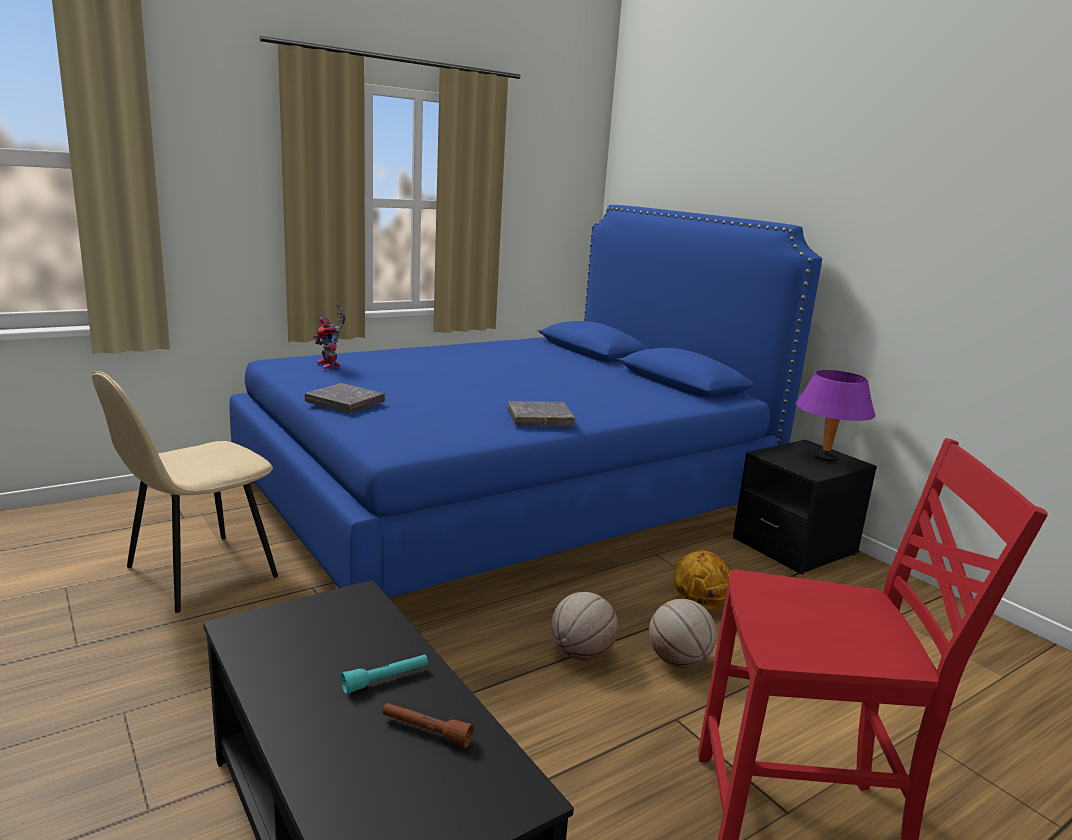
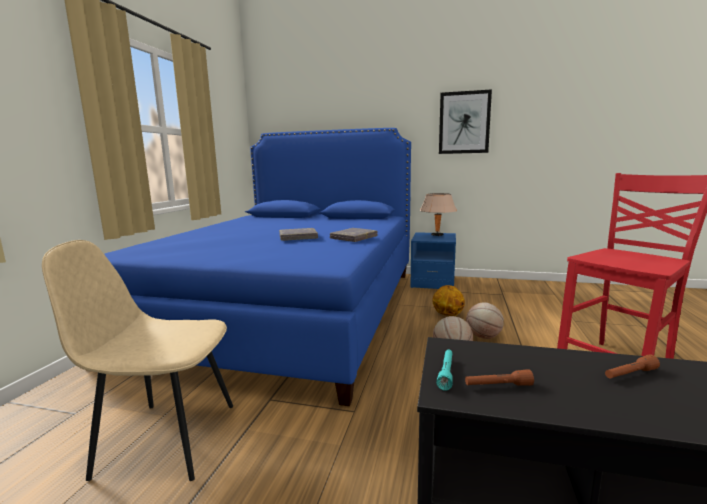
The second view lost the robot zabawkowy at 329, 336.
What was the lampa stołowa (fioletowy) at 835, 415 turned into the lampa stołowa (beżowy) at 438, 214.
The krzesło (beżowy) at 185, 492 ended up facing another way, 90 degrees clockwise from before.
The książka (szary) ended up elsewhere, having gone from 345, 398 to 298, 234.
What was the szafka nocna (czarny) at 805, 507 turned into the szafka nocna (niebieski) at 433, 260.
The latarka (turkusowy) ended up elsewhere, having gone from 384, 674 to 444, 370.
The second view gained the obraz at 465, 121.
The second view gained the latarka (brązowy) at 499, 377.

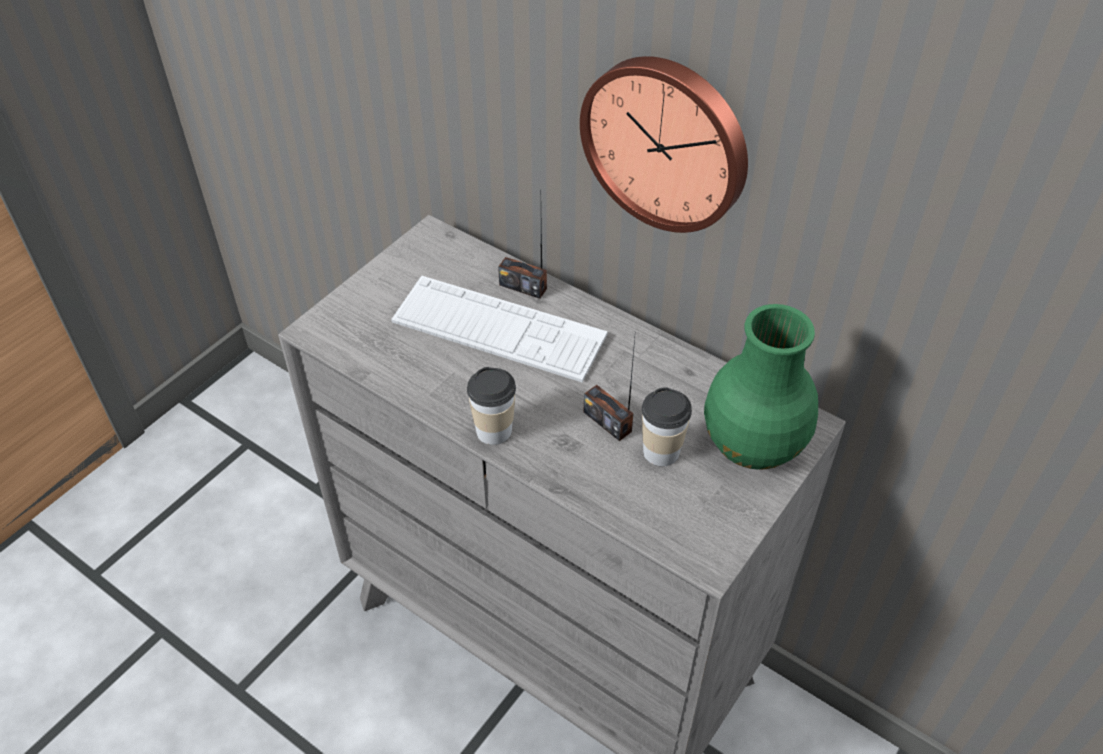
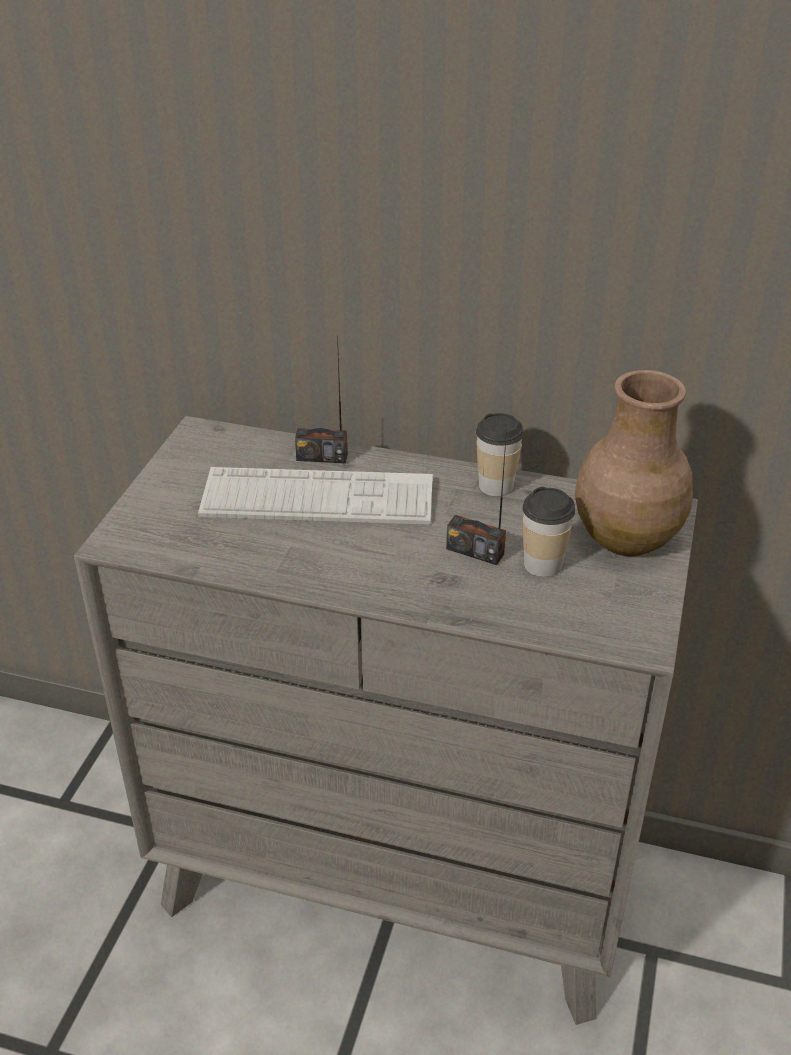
The second view lost the zegar ścienny at 664, 144.
What was the wazon (zielony) at 761, 387 turned into the wazon (brązowy) at 634, 463.
The filiżanka ended up elsewhere, having gone from 491, 406 to 500, 454.

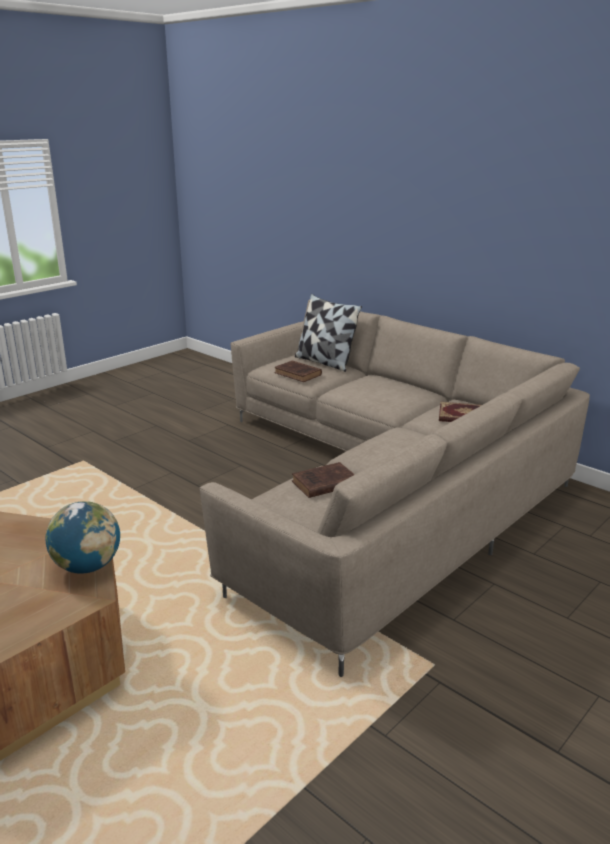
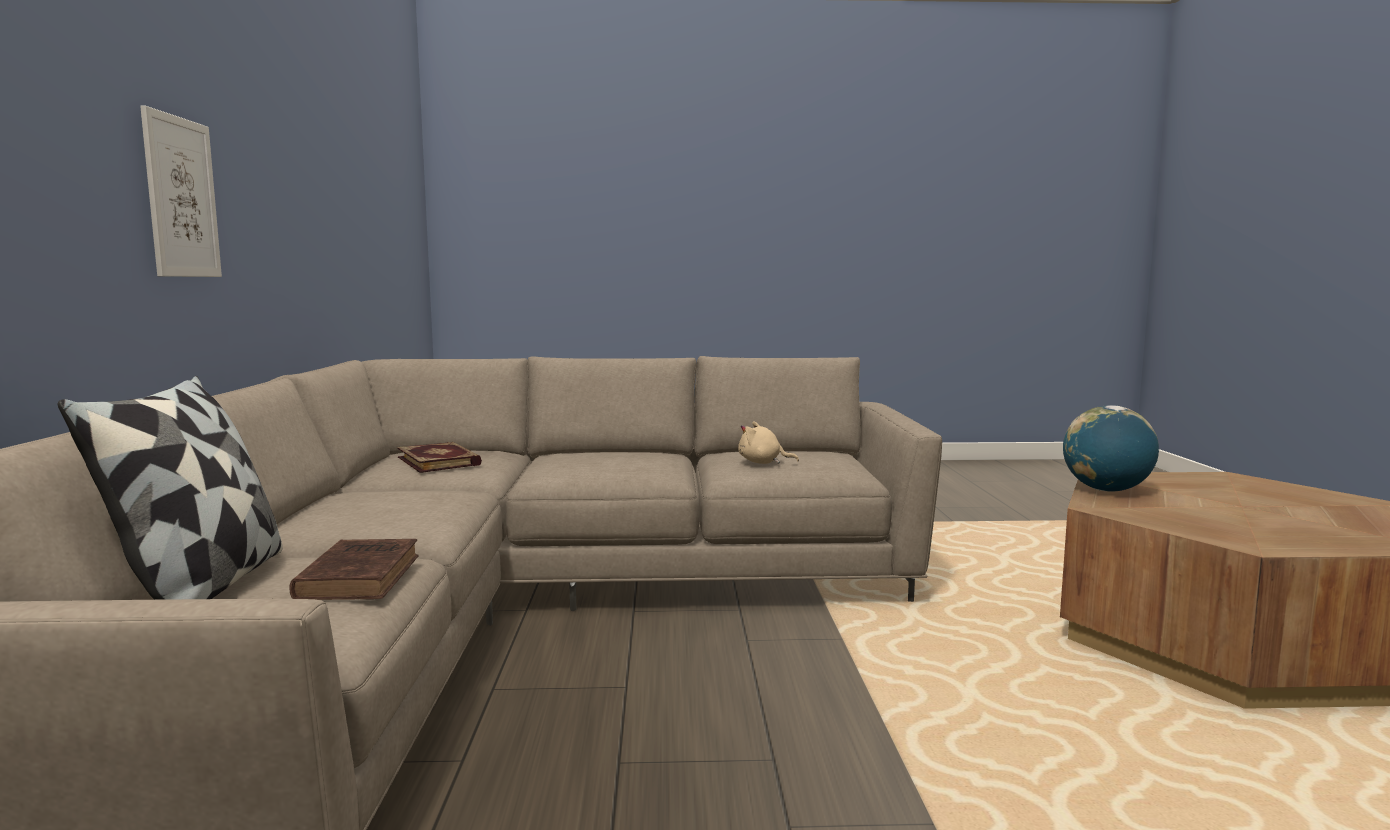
Where the książka (brązowy) stood at 323, 480, the pluszak (beżowy) came to stand at 768, 442.
The second view gained the obraz at 181, 191.

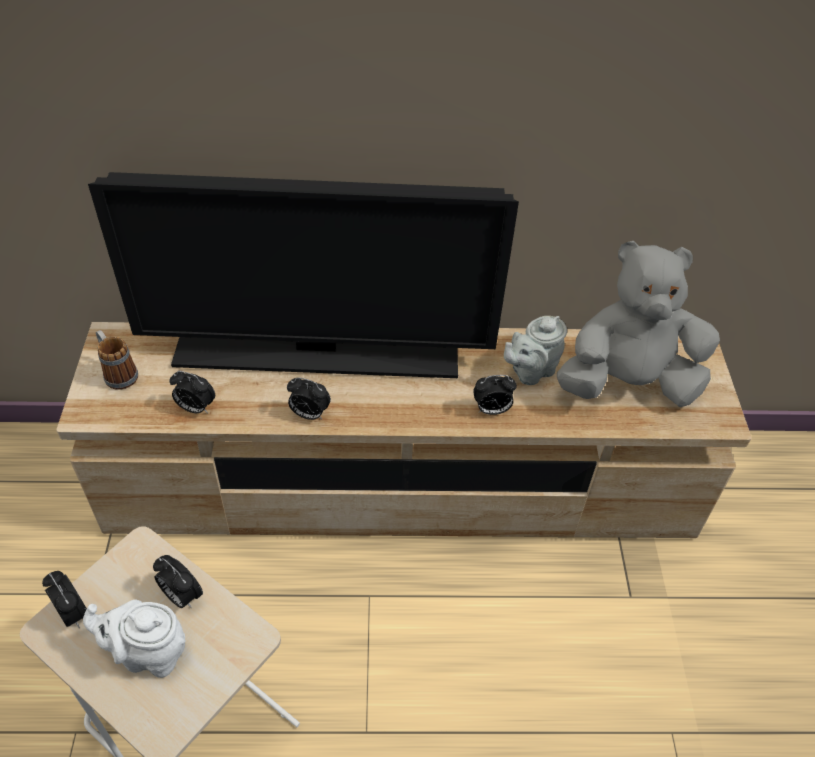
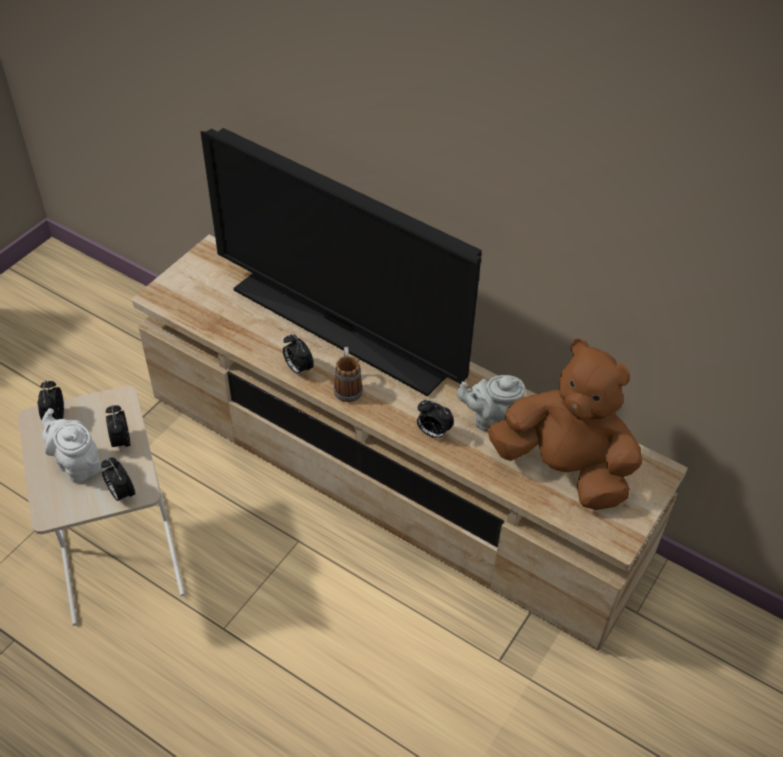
What was the pluszak (szary) at 638, 324 turned into the pluszak (brązowy) at 564, 424.
The kubek ended up elsewhere, having gone from 117, 360 to 348, 374.
The budzik ended up elsewhere, having gone from 192, 392 to 118, 480.

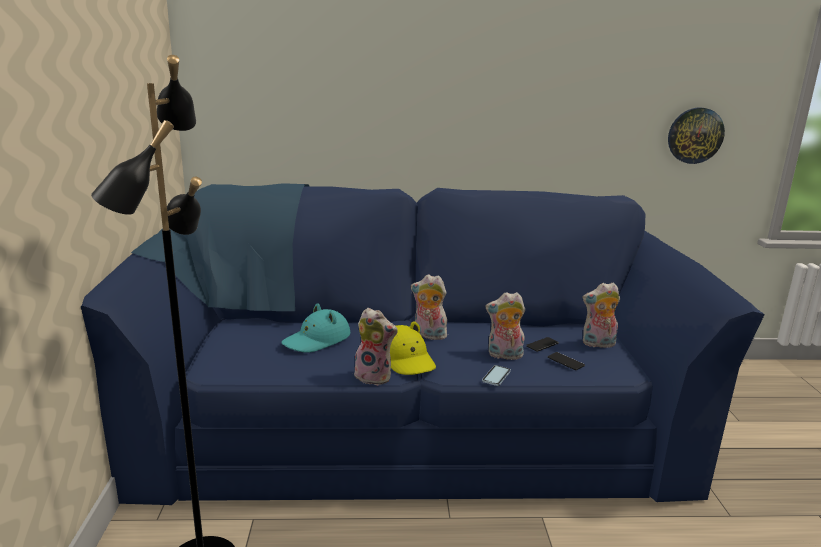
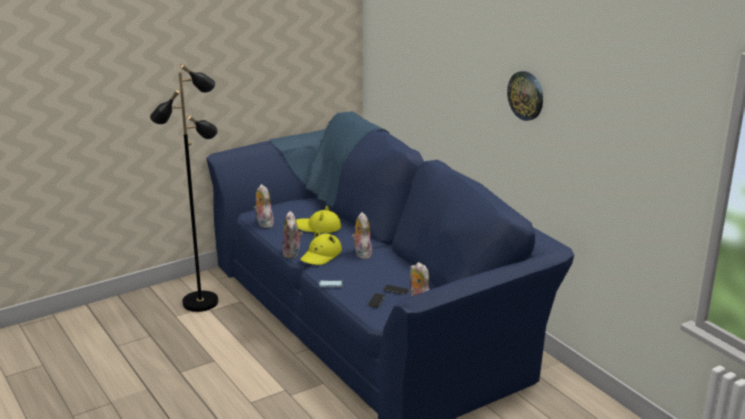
The zegar ścienny ended up elsewhere, having gone from 696, 136 to 525, 96.
The pluszak ended up elsewhere, having gone from 505, 326 to 264, 206.
What was the kapelusz (turkusowy) at 316, 328 turned into the kapelusz (żółty) at 318, 219.

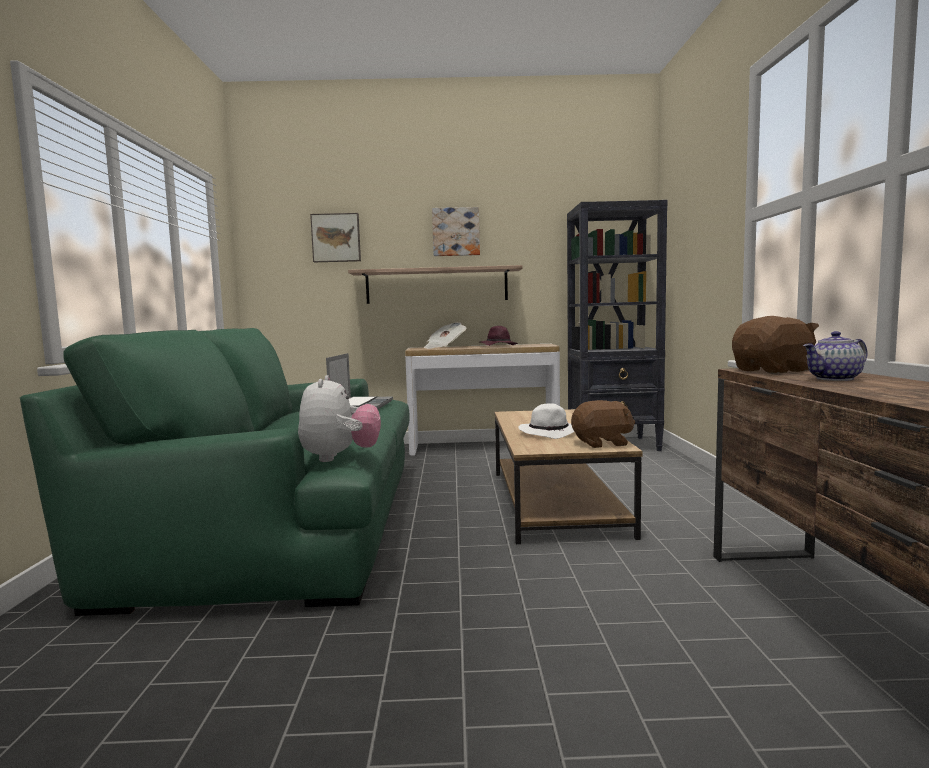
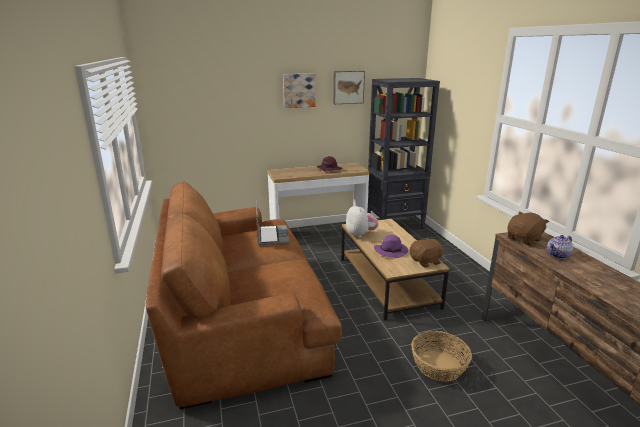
The obraz ended up elsewhere, having gone from 335, 237 to 349, 87.
The second view lost the półka at 435, 284.
The second view lost the gazeta at 445, 335.
What was the kanapa (zielony) at 215, 472 turned into the kanapa (brązowy) at 244, 295.
The pluszak ended up elsewhere, having gone from 339, 418 to 362, 221.
What was the kapelusz (biały) at 546, 421 turned into the kapelusz (fioletowy) at 391, 246.
The second view gained the koszyk at 441, 356.

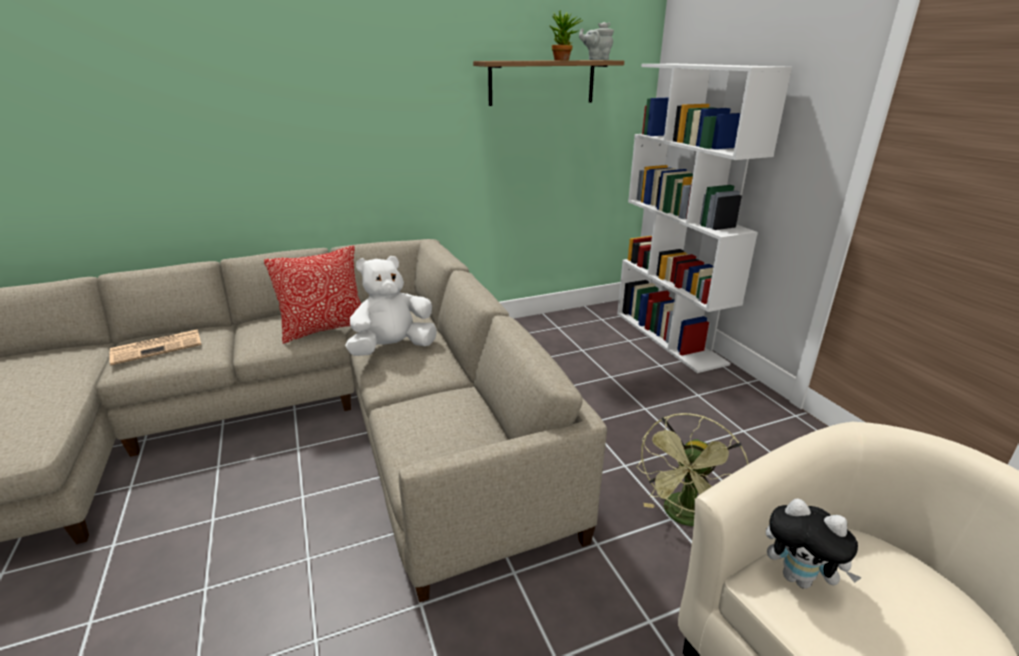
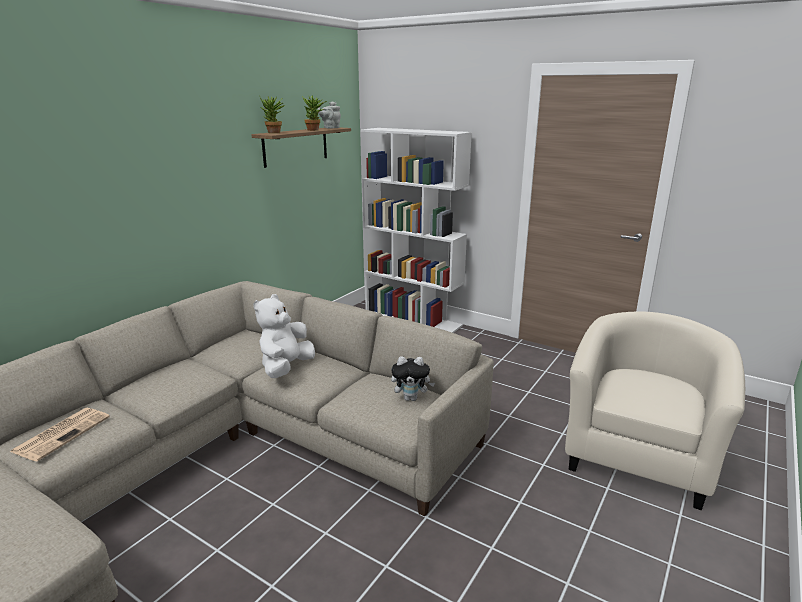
The second view lost the poduszka at 312, 295.
The second view lost the wentylator (zielony) at 692, 469.
The pluszak ended up elsewhere, having gone from 814, 543 to 413, 378.
The second view gained the roślina doniczkowa at 272, 114.

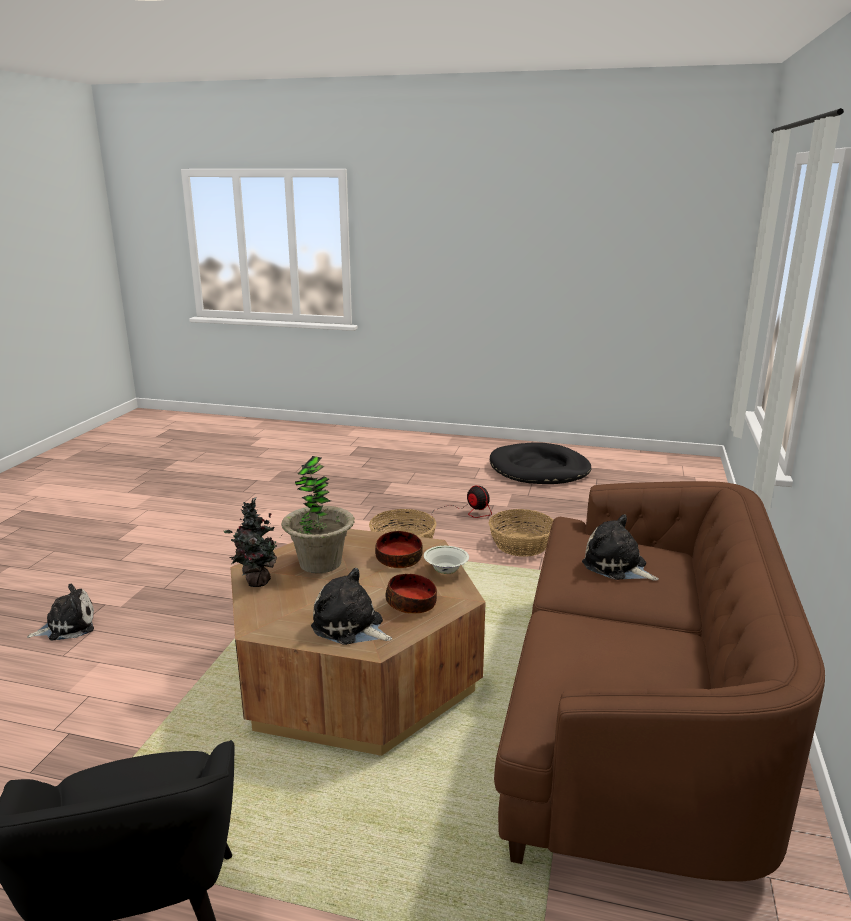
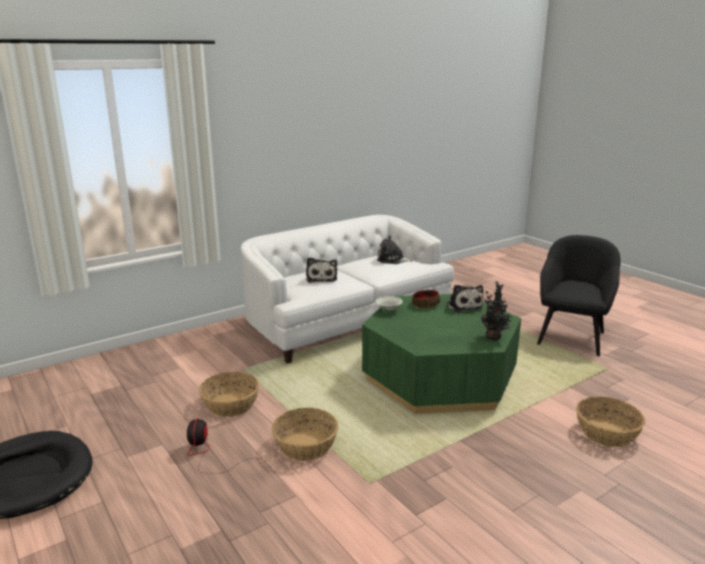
The second view lost the roślina doniczkowa at 318, 514.
What was the kanapa (brązowy) at 659, 681 turned into the kanapa (biały) at 347, 289.
What was the ława (brązowy) at 357, 642 turned into the ława (zielony) at 441, 354.
The second view lost the miska at 399, 549.
The pluszak ended up elsewhere, having gone from 60, 612 to 395, 249.
The second view gained the koszyk at 610, 421.

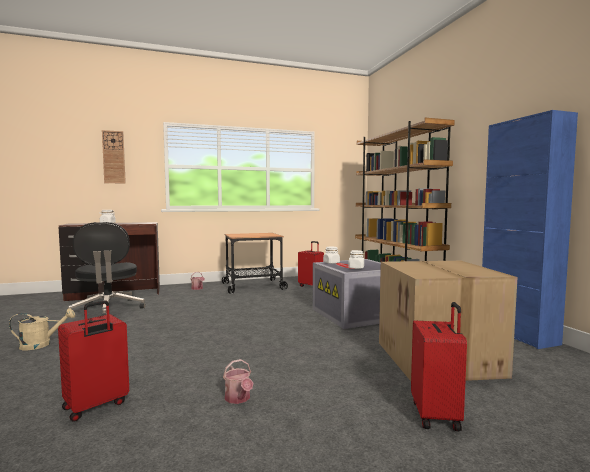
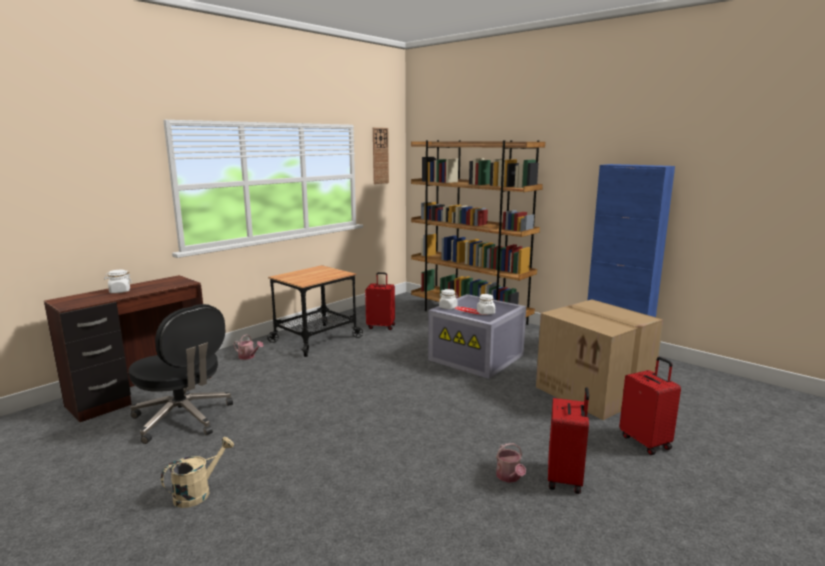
The zegar ścienny ended up elsewhere, having gone from 114, 157 to 381, 156.
The walizka (czerwony) ended up elsewhere, having gone from 93, 361 to 568, 440.
The konewka at 238, 381 ended up facing another way, 45 degrees clockwise from before.

